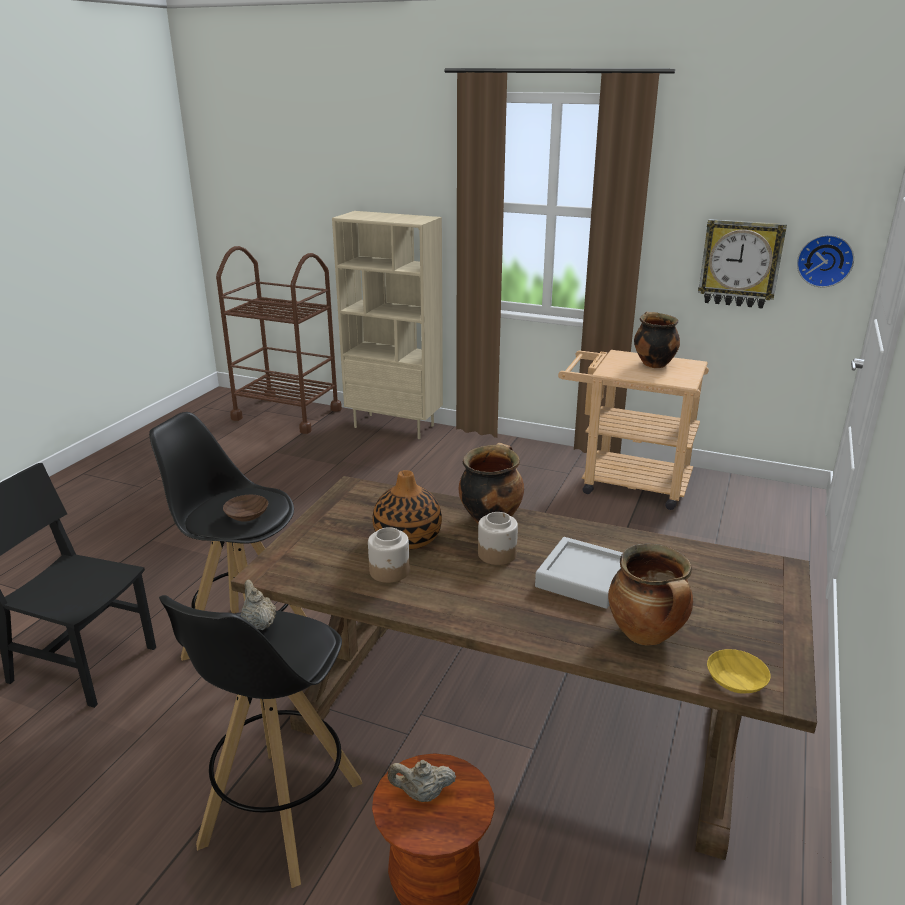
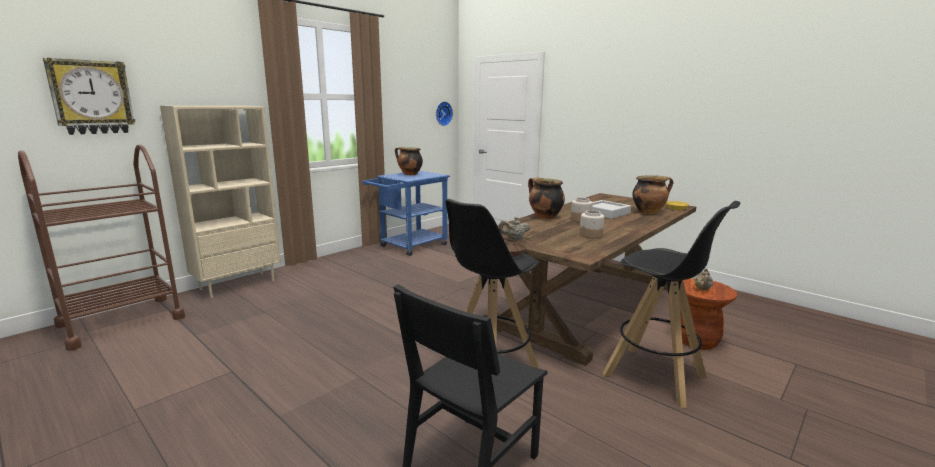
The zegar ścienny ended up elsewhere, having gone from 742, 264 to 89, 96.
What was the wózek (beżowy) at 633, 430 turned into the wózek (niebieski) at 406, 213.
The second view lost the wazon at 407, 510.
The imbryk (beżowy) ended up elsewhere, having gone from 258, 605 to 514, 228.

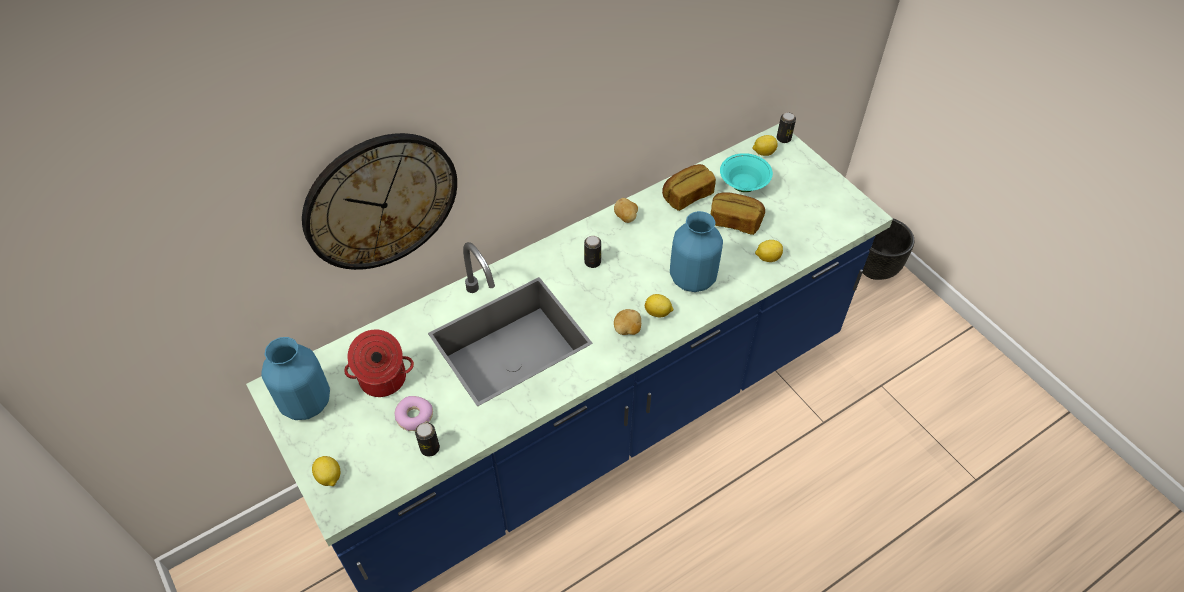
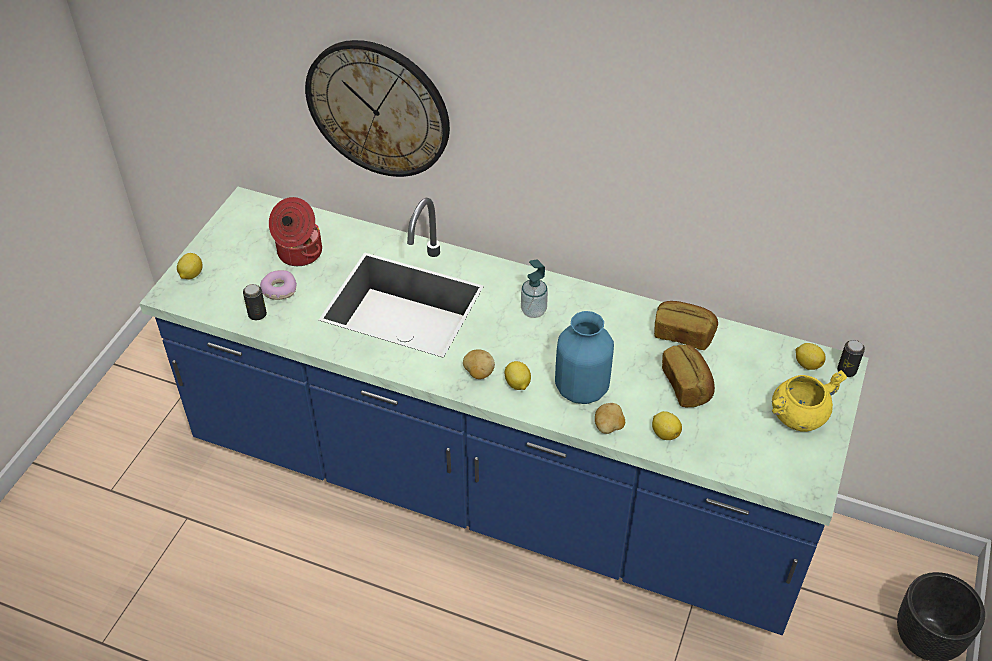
The second view lost the miska (turkusowy) at 746, 172.
The ziemniak ended up elsewhere, having gone from 626, 210 to 610, 418.
Where the puszka stood at 592, 252, the dozownik mydła came to stand at 534, 289.
The second view lost the wazon (niebieski) at 295, 378.
The second view gained the garnek (żółty) at 809, 401.

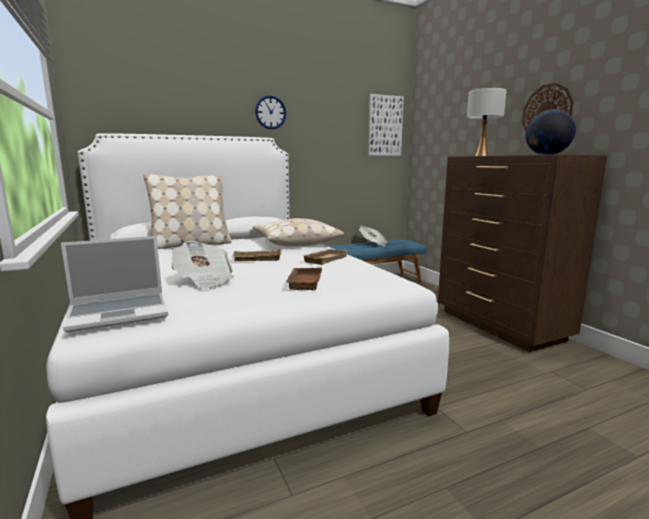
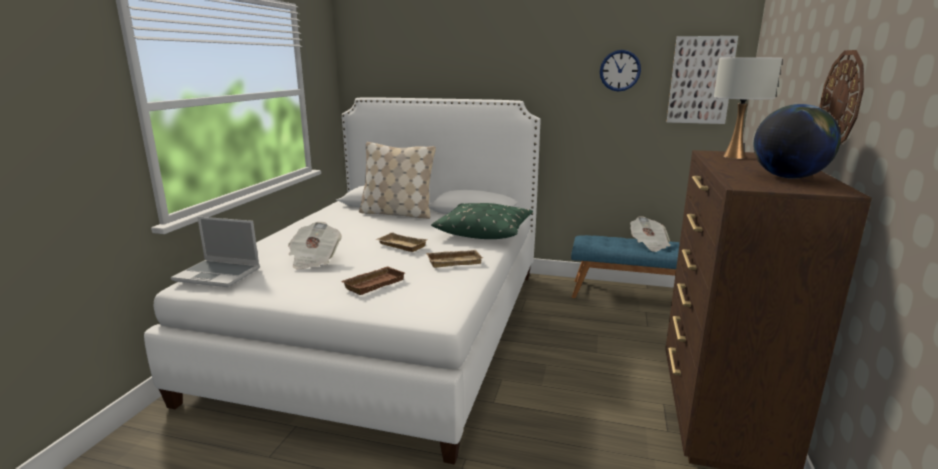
The zegar ścienny ended up elsewhere, having gone from 270, 112 to 620, 71.
What was the poduszka (beżowy) at 298, 232 turned into the poduszka (zielony) at 482, 221.

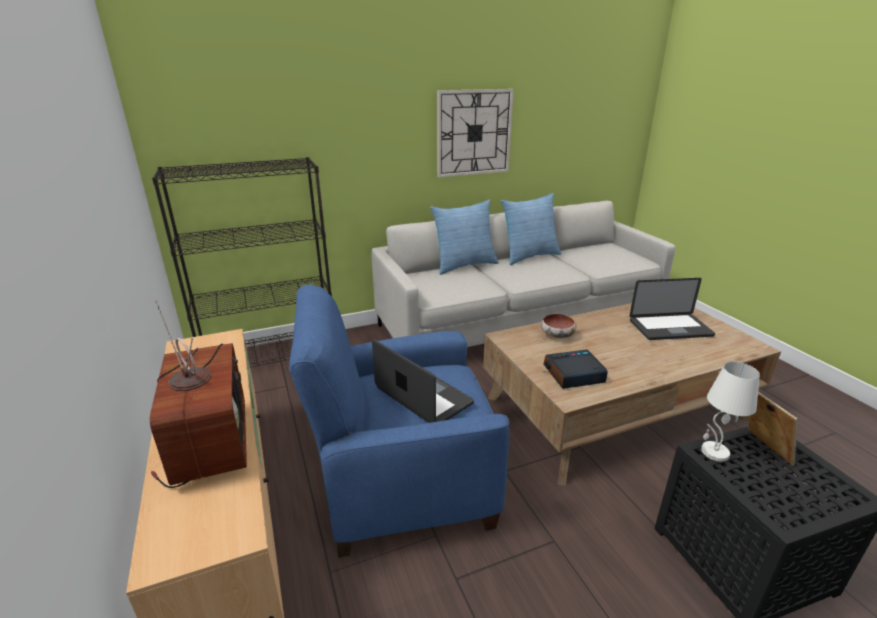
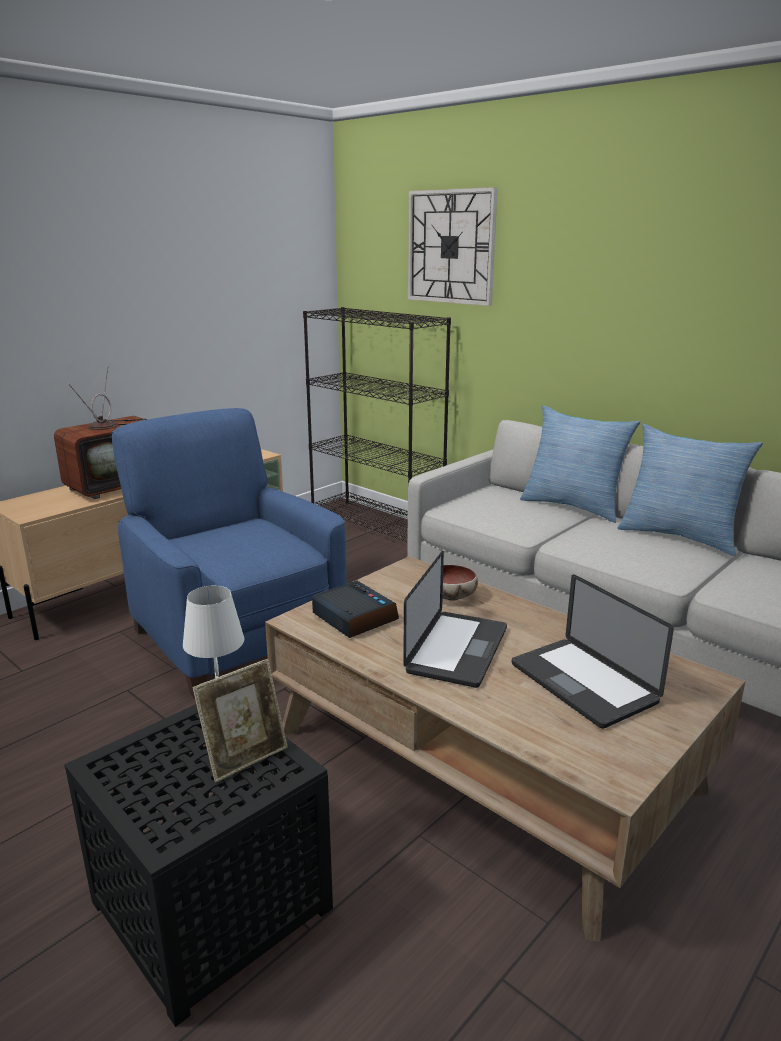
The zegar ścienny ended up elsewhere, having gone from 475, 133 to 453, 246.
The laptop ended up elsewhere, having gone from 423, 381 to 455, 619.

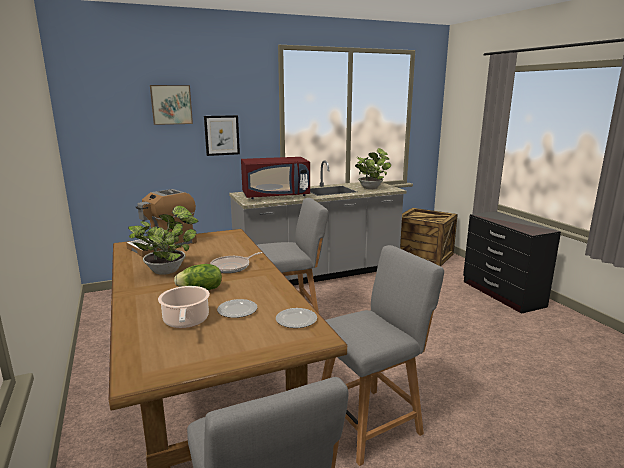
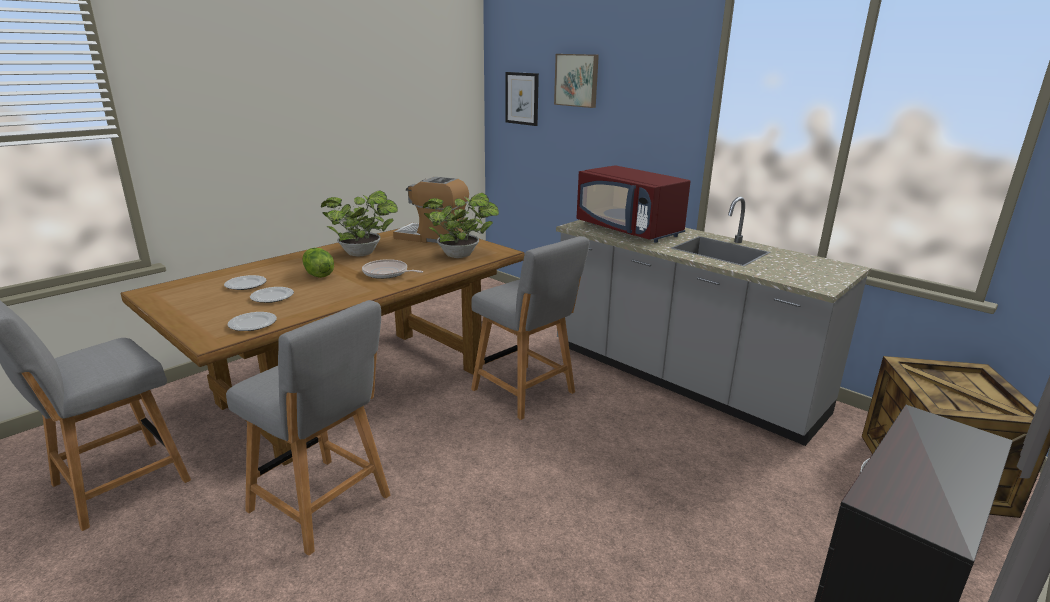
The obraz ended up elsewhere, having gone from 222, 135 to 522, 99.
The roślina doniczkowa ended up elsewhere, having gone from 373, 169 to 461, 225.
Where the garnek stood at 184, 307, the talerz came to stand at 245, 282.

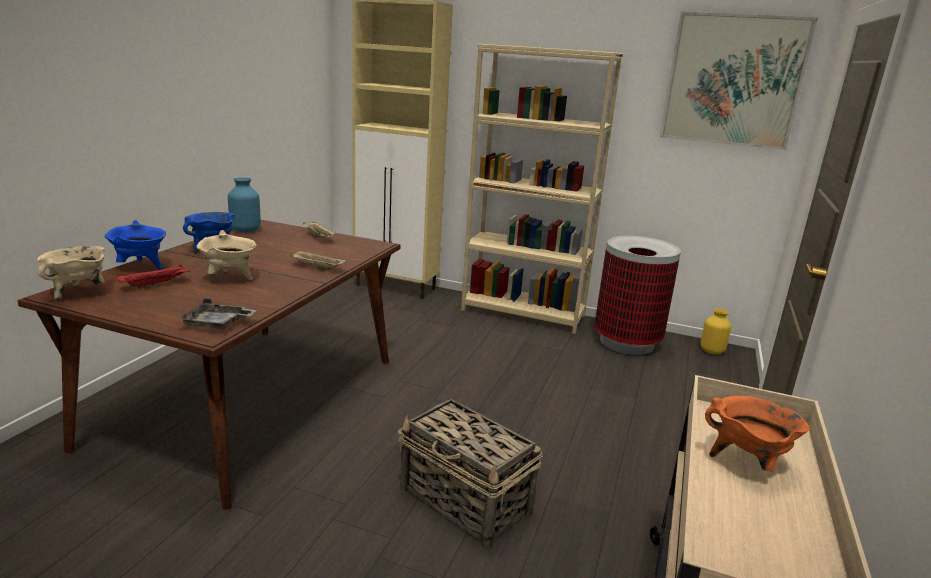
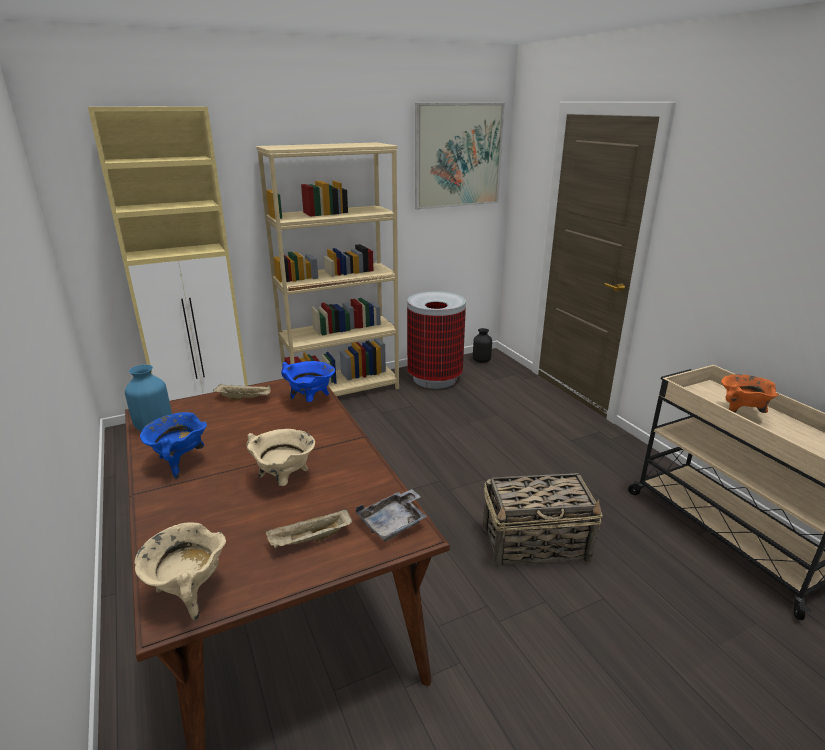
The garnek (niebieski) ended up elsewhere, having gone from 135, 245 to 308, 381.
The taca (beżowy) ended up elsewhere, having gone from 318, 260 to 309, 528.
The second view lost the taca (czerwony) at 153, 276.
What was the wazon (żółty) at 715, 331 turned into the wazon (czarny) at 482, 345.

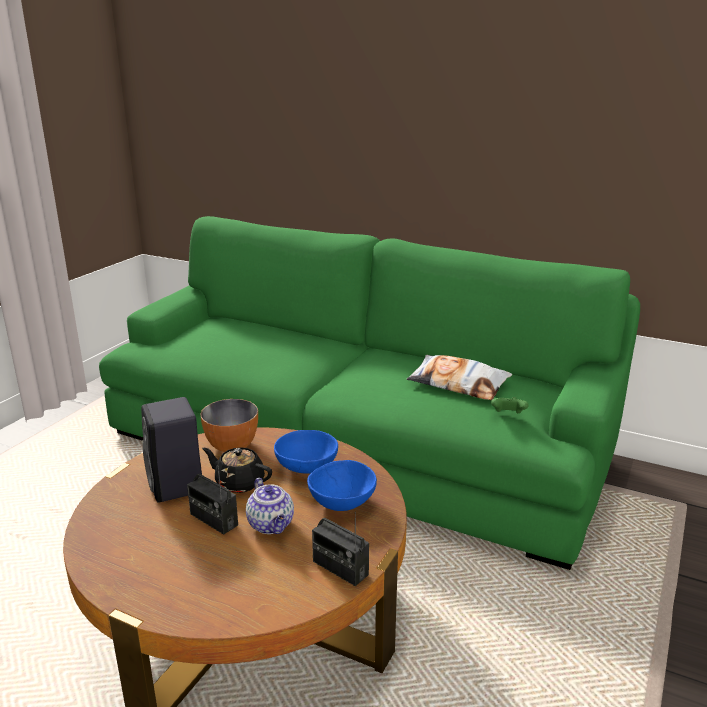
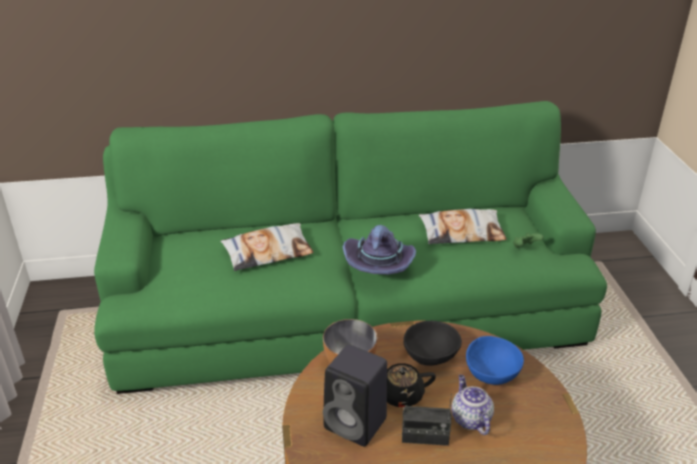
What was the miska (niebieski) at 306, 452 turned into the miska (czarny) at 432, 343.
The imbryk at 270, 506 ended up facing another way, 135 degrees counterclockwise from before.
The second view lost the radio at 340, 549.
The second view gained the poduszka at 267, 247.
The second view gained the kapelusz (fioletowy) at 379, 249.

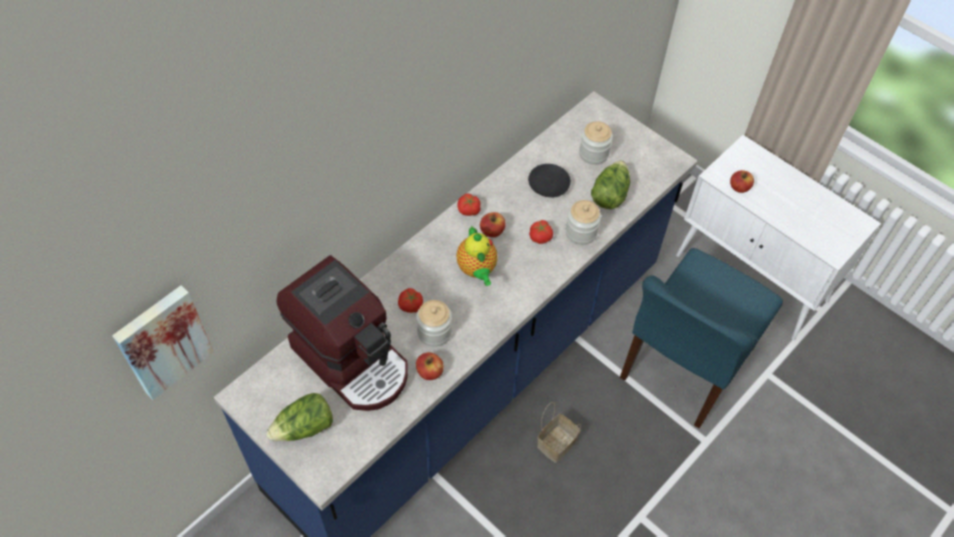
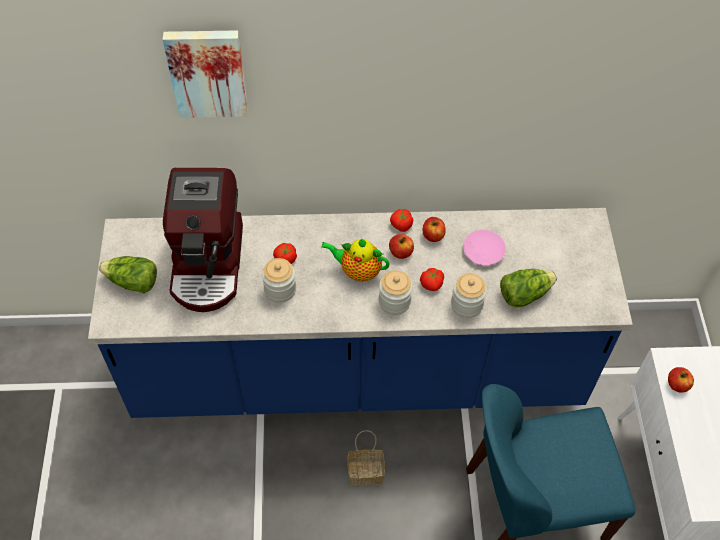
The słoik ended up elsewhere, having gone from 596, 143 to 396, 292.
What was the talerz (czarny) at 549, 180 turned into the talerz (różowy) at 484, 248.
The imbryk at 477, 255 ended up facing another way, 75 degrees clockwise from before.
The obraz ended up elsewhere, having gone from 163, 342 to 205, 74.
The jabłko ended up elsewhere, having gone from 430, 366 to 434, 229.

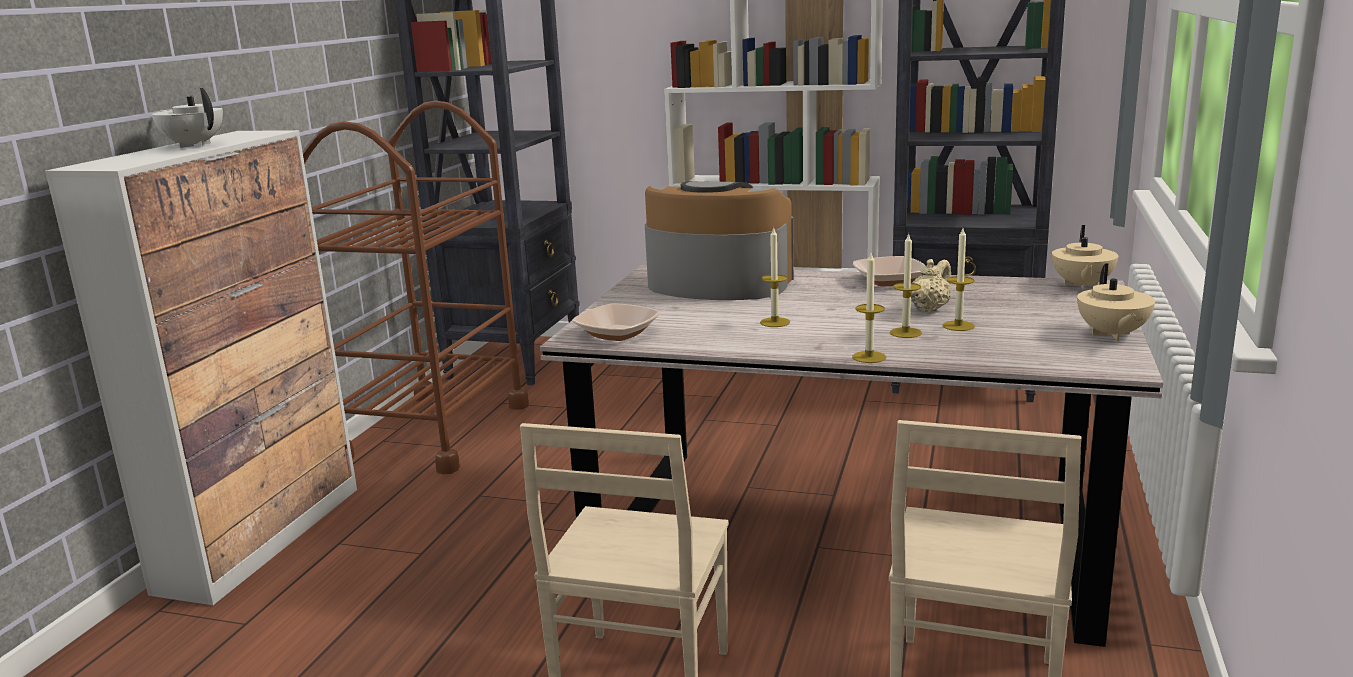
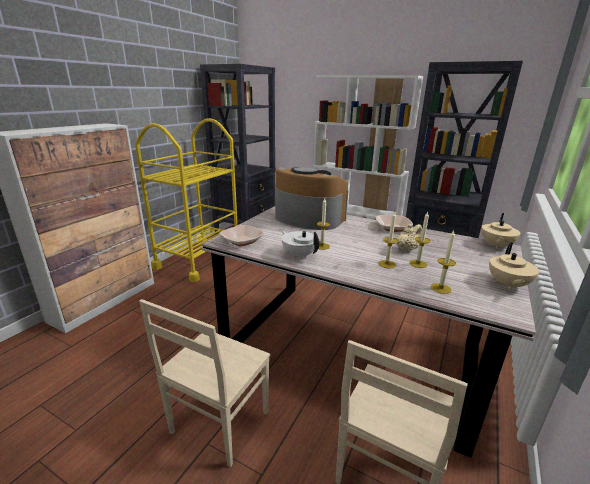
The imbryk (biały) ended up elsewhere, having gone from 187, 118 to 300, 244.
What was the wózek (brązowy) at 416, 287 turned into the wózek (żółty) at 186, 200.
The świeca ended up elsewhere, having gone from 869, 308 to 443, 262.

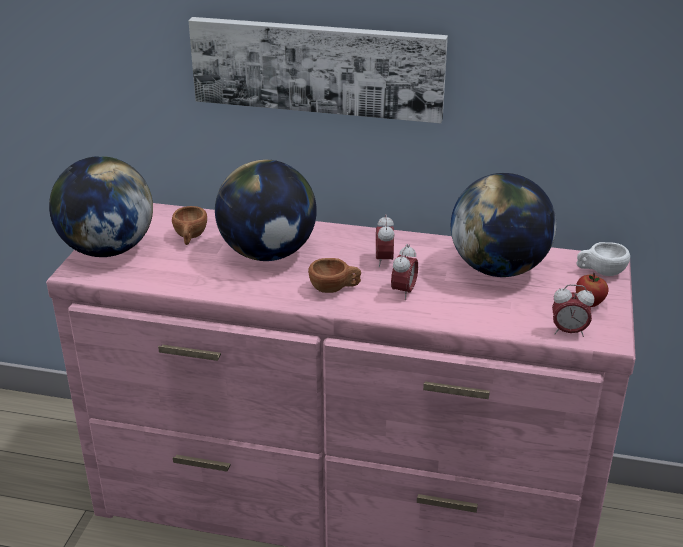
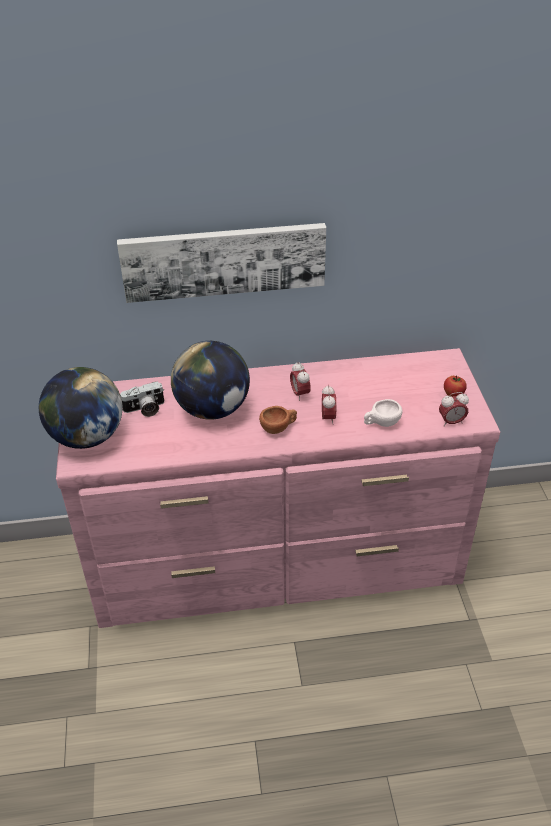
The second view lost the globus at 503, 225.
Where the filiżanka (brązowy) stood at 189, 225, the aparat fotograficzny came to stand at 142, 399.
The filiżanka (biały) ended up elsewhere, having gone from 603, 259 to 383, 413.

